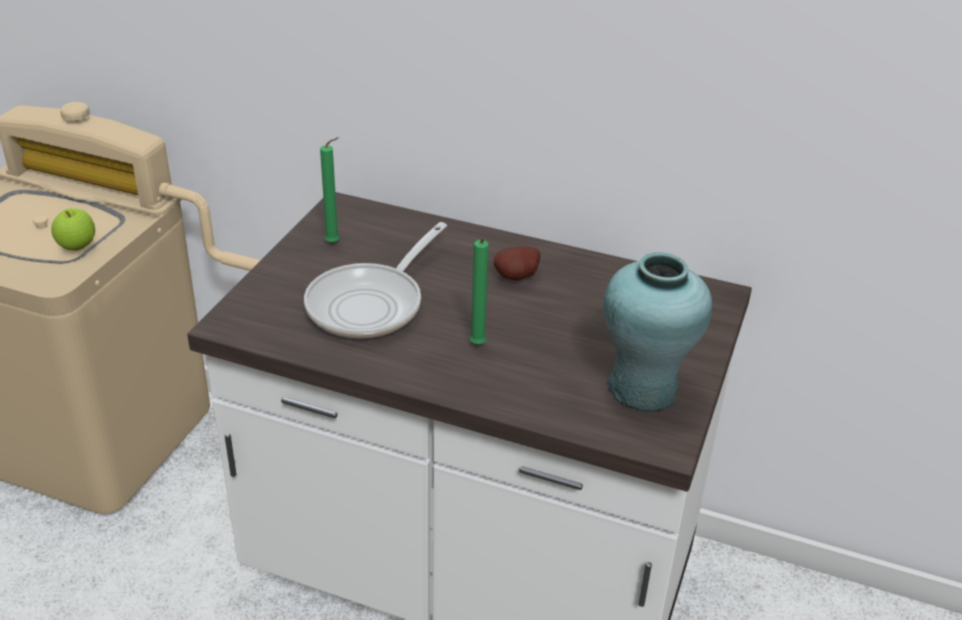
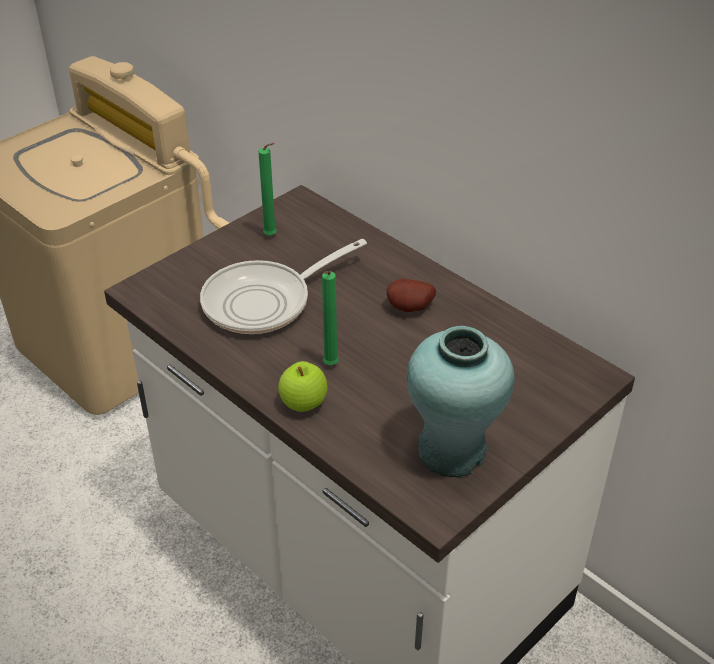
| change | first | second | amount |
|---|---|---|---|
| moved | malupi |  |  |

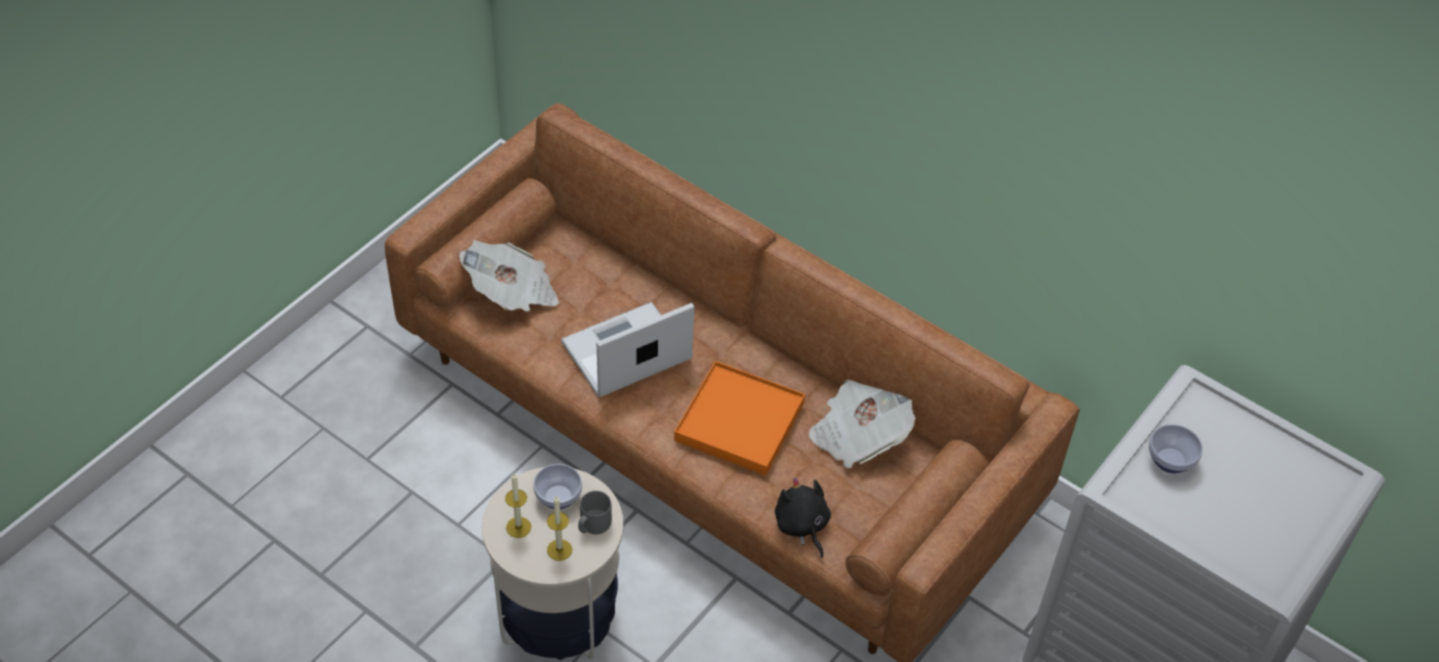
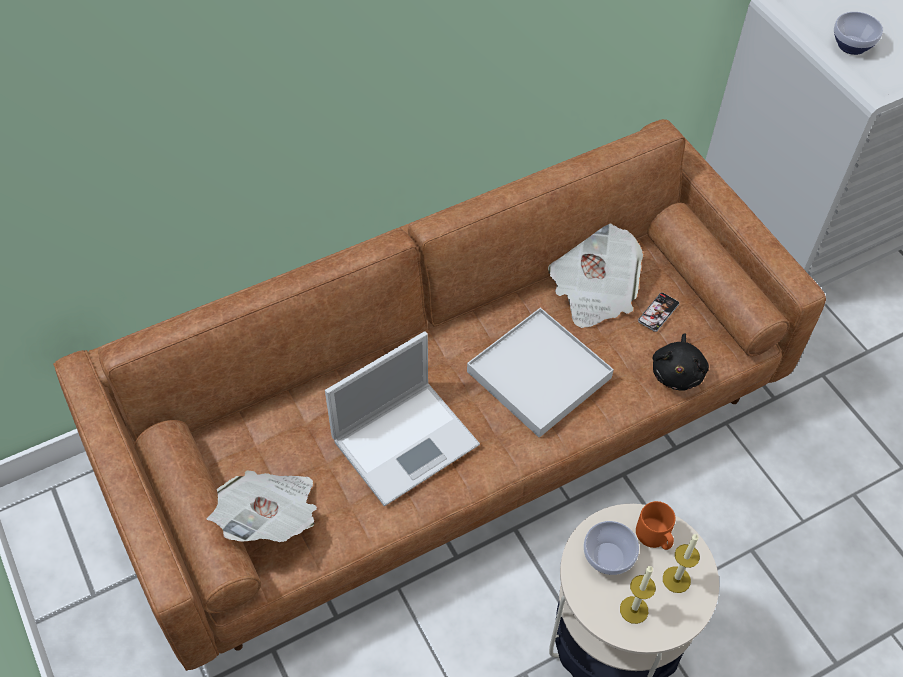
| change | first | second | amount |
|---|---|---|---|
| added |  | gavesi |  |
| recoloured | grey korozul | orange korozul |  |
| recoloured | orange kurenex | white kurenex |  |
| turned | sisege |  | 120 degrees counterclockwise |
| turned | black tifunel |  | 75 degrees counterclockwise |

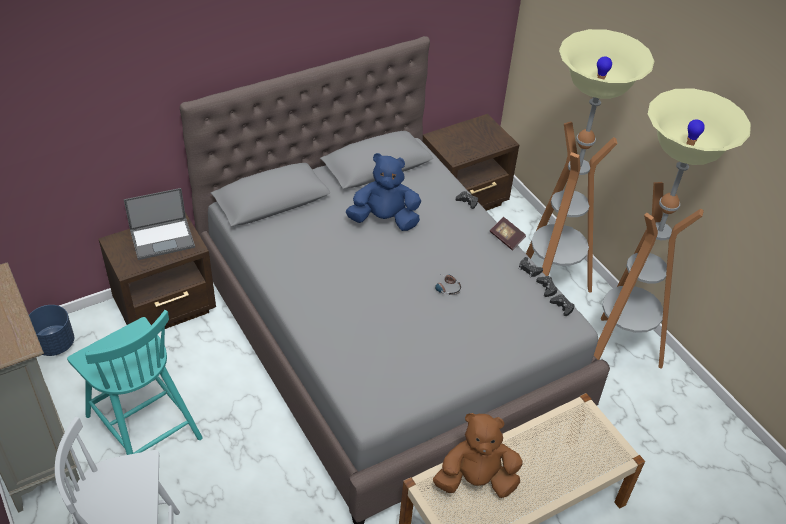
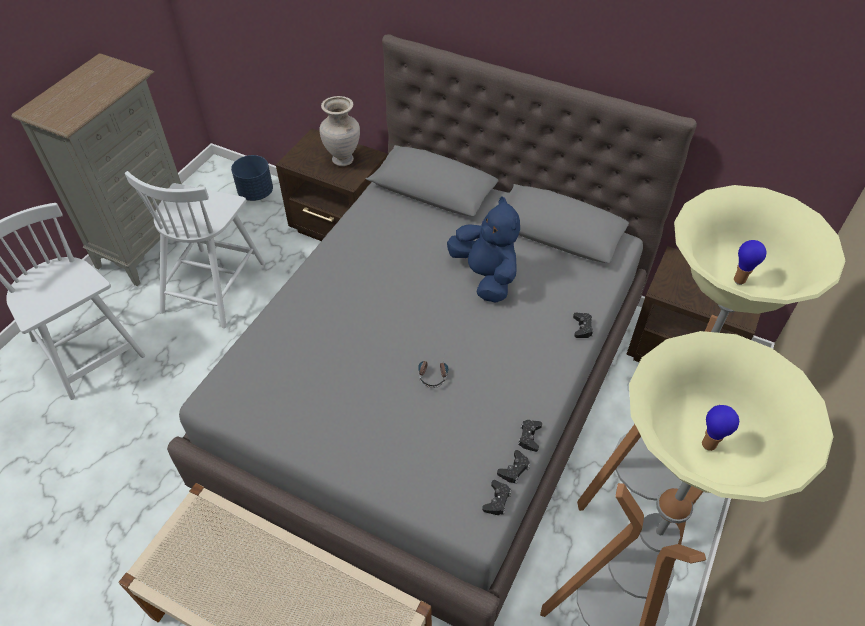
| change | first | second | amount |
|---|---|---|---|
| removed | brown tifunel |  |  |
| removed | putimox |  |  |
| replaced | sisege | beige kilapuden |  |
| recoloured | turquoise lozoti | white lozoti (2nd from left) |  |

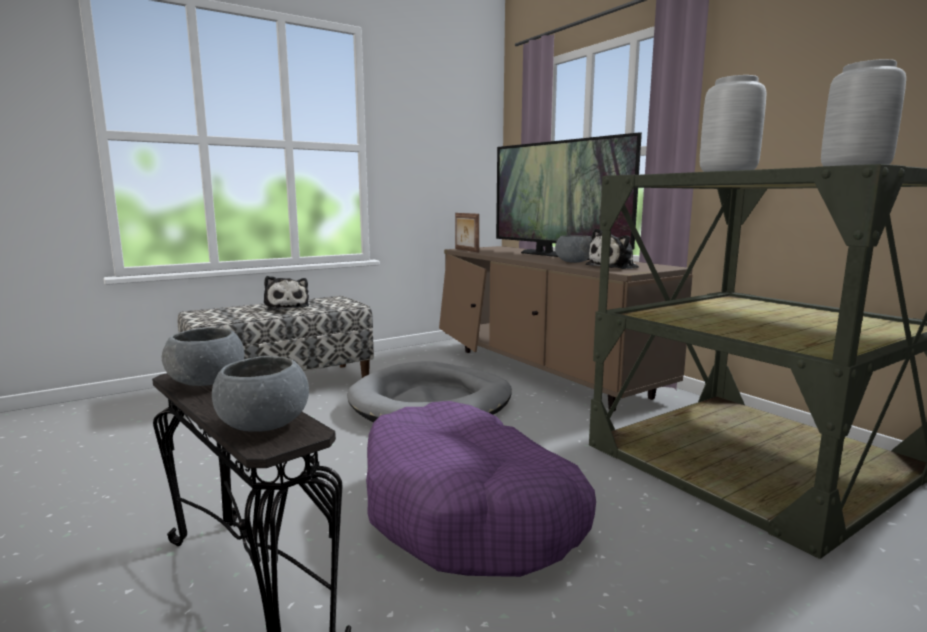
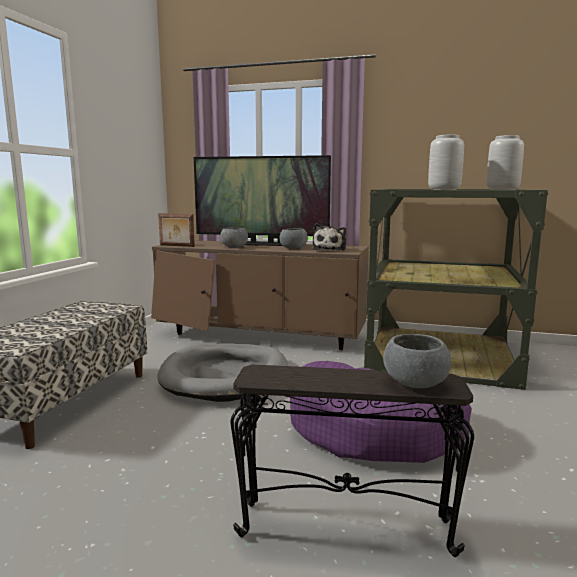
| change | first | second | amount |
|---|---|---|---|
| removed | tifunel (1st from left) |  |  |
| moved | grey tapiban (1st from left) |  |  |

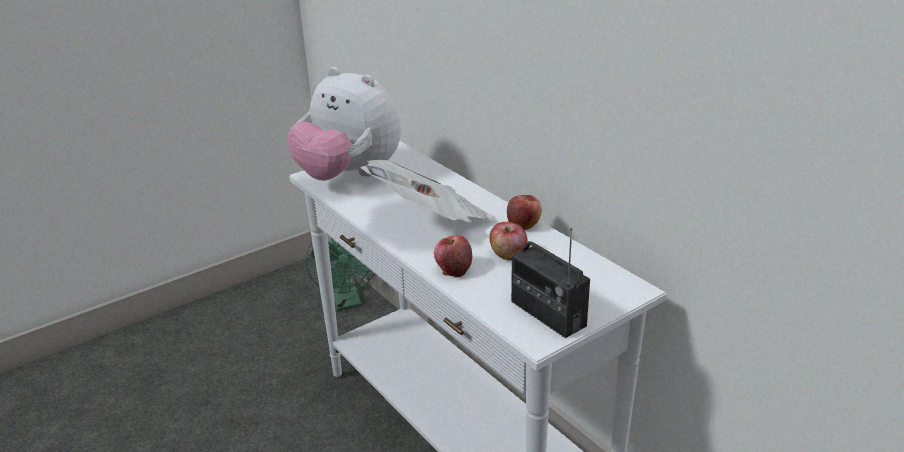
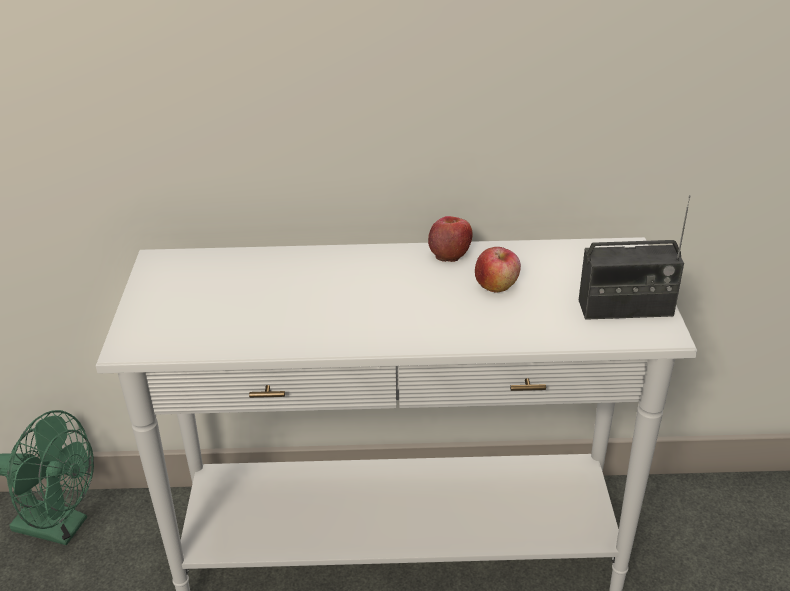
| change | first | second | amount |
|---|---|---|---|
| removed | tifunel |  |  |
| removed | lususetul |  |  |
| removed | malupi (1st from left) |  |  |

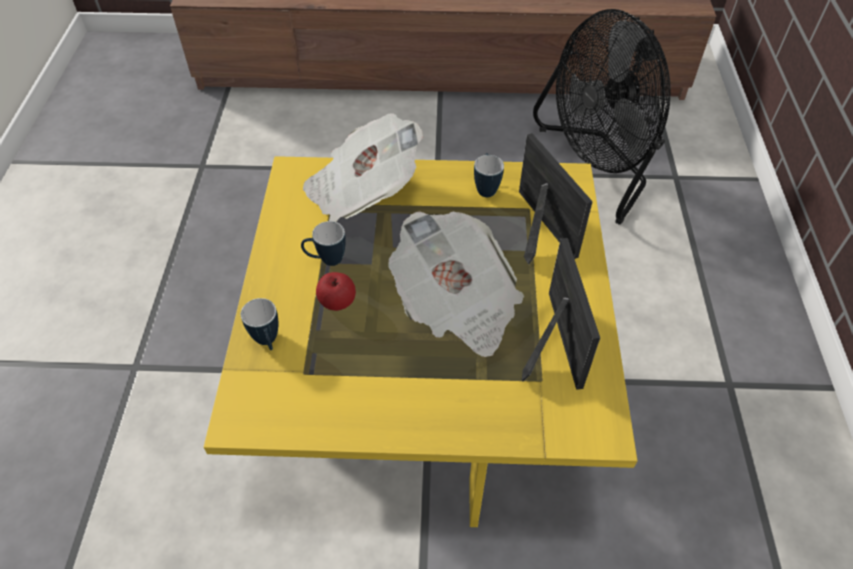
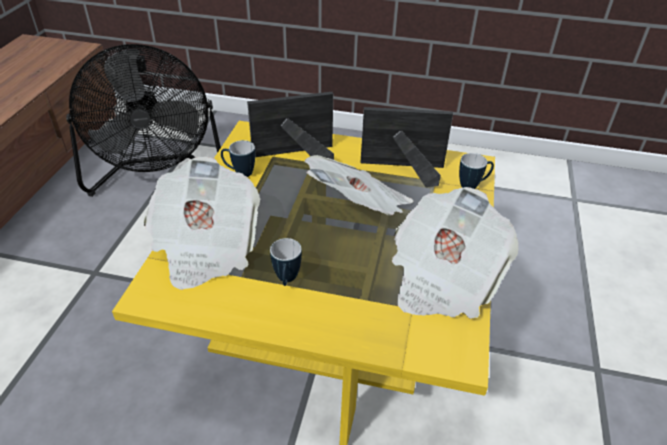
| change | first | second | amount |
|---|---|---|---|
| removed | malupi |  |  |
| added |  | lususetul (3rd from left) |  |
| moved | korozul (1st from left in the first image) | korozul (3rd from left) |  |

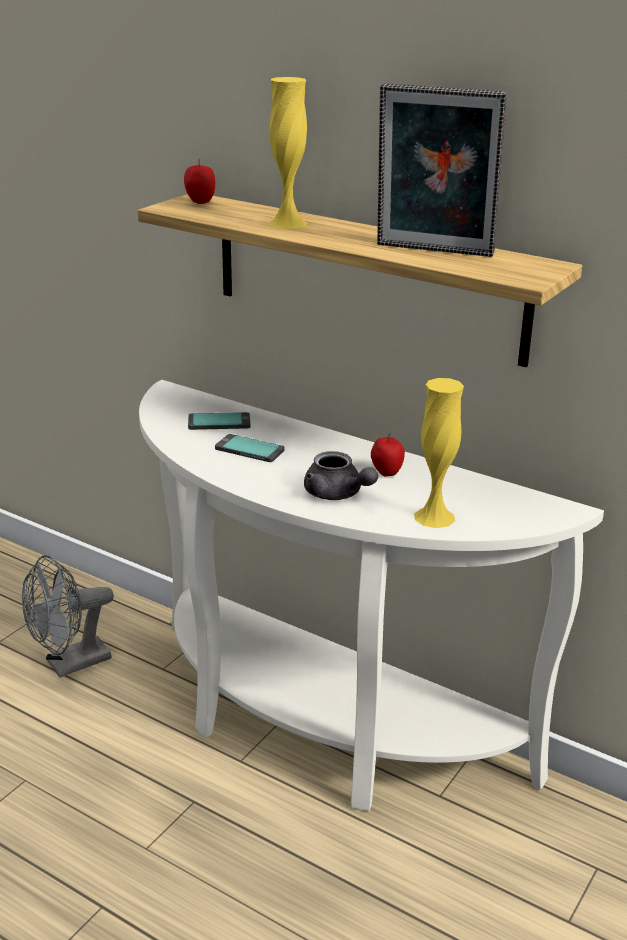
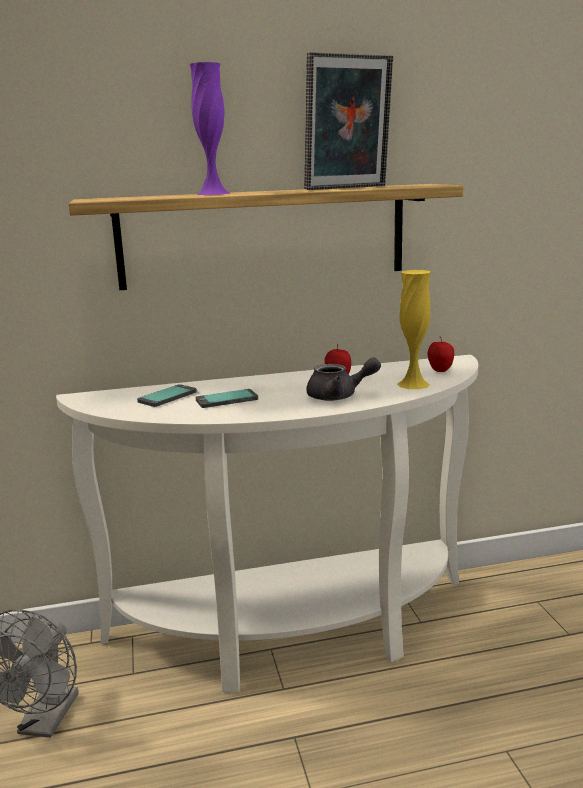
| change | first | second | amount |
|---|---|---|---|
| moved | malupi (1st from left in the first image) | malupi (2nd from left) |  |
| recoloured | yellow kilapuden (1st from left) | purple kilapuden |  |

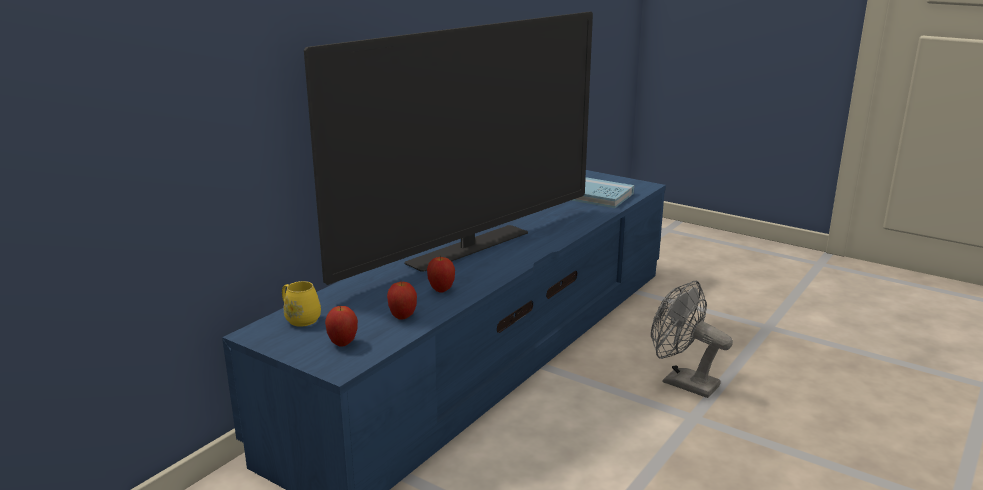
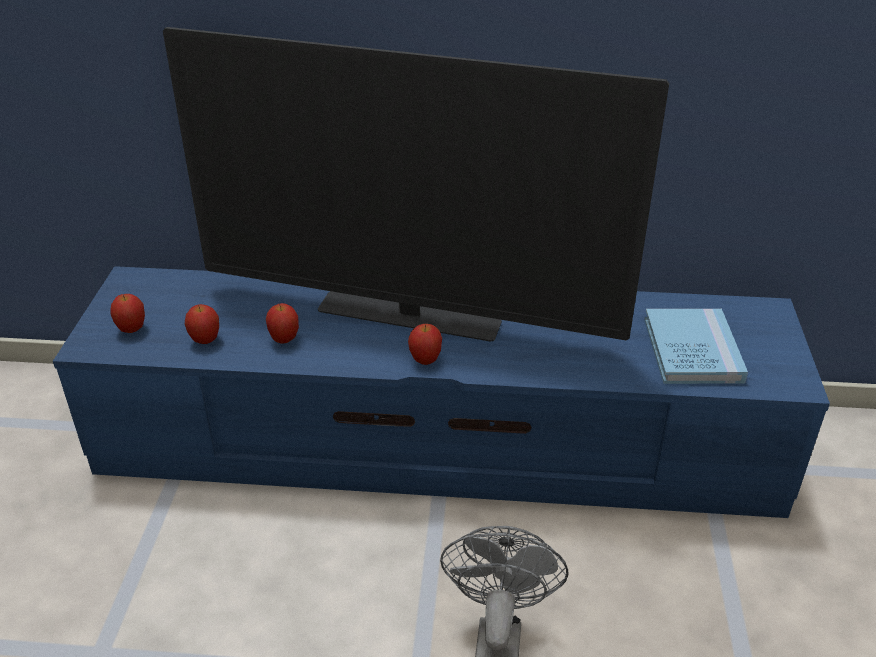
| change | first | second | amount |
|---|---|---|---|
| removed | yellow korozul |  |  |
| added |  | malupi (4th from left) |  |

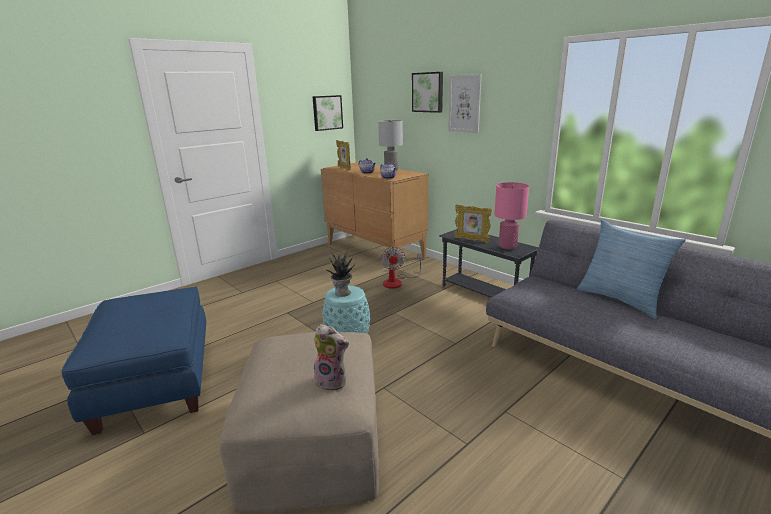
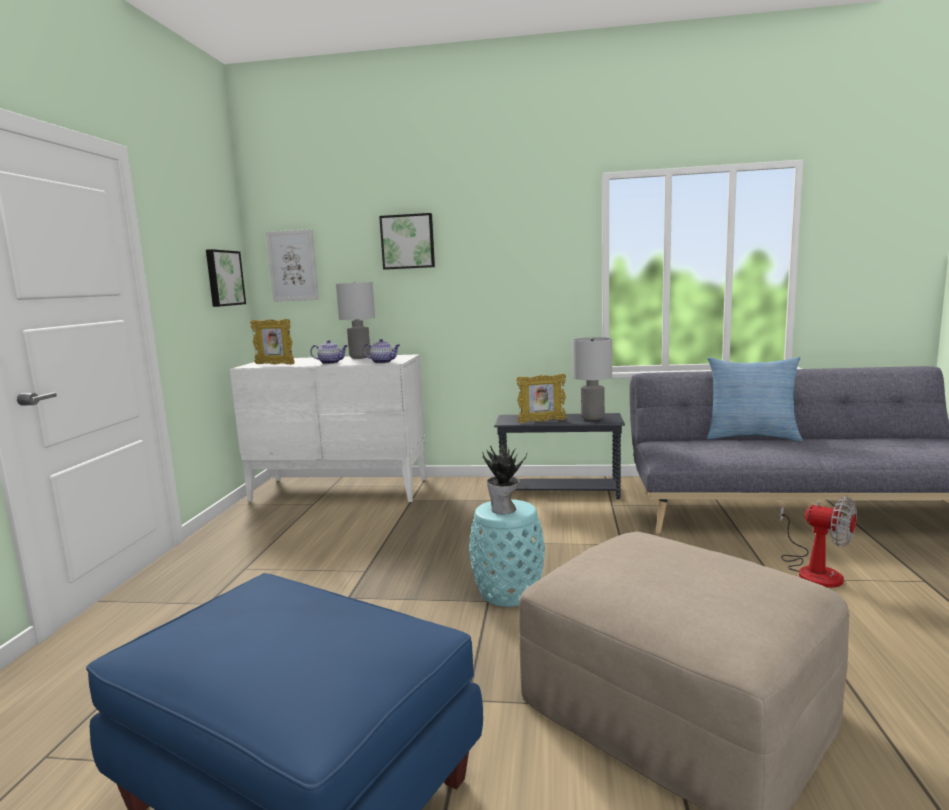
| change | first | second | amount |
|---|---|---|---|
| removed | tifunel |  |  |
| moved | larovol |  |  |
| moved | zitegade (3rd from left in the first image) | zitegade (2nd from left) |  |
| recoloured | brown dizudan | white dizudan |  |
| recoloured | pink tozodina | grey tozodina (2nd from left) |  |

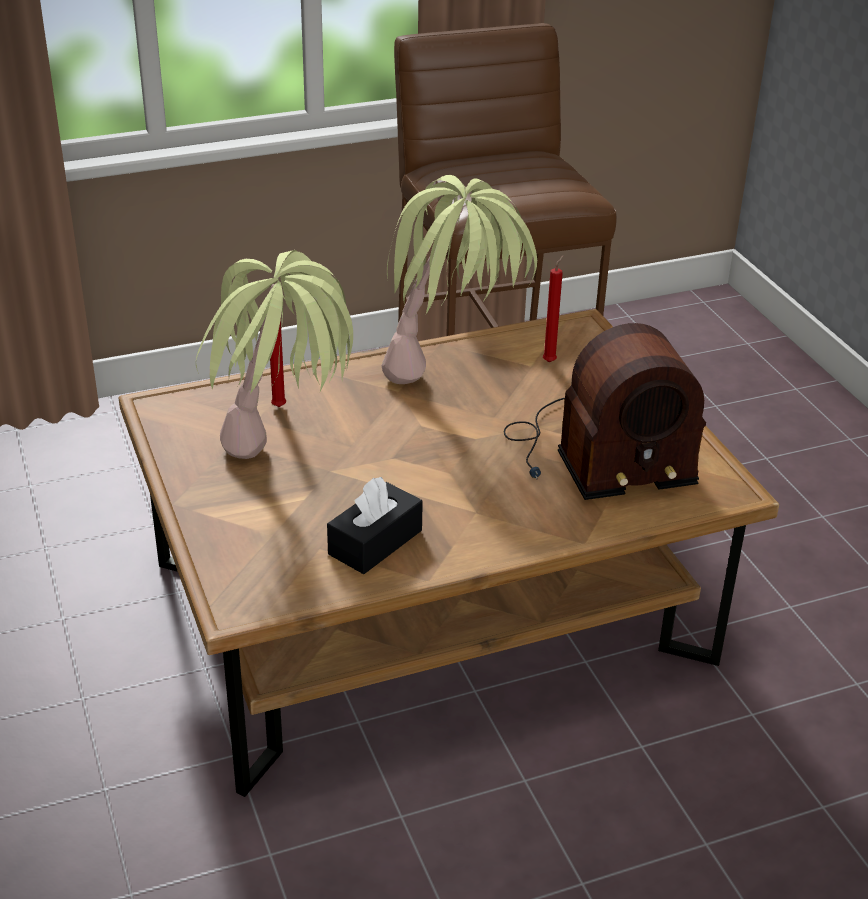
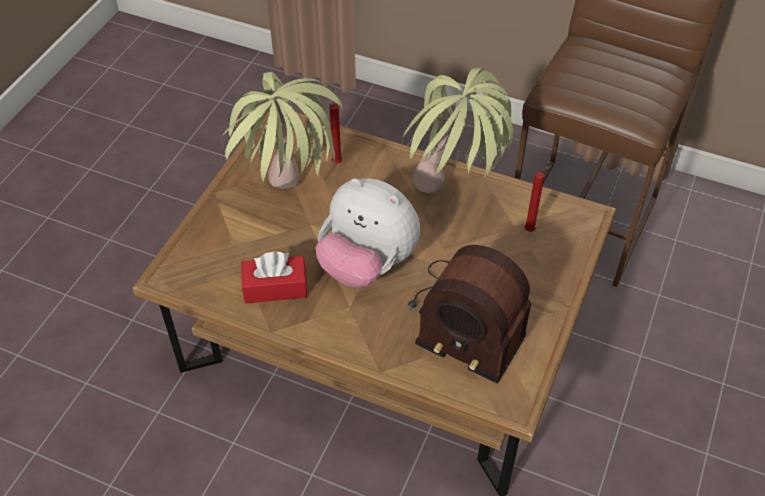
| change | first | second | amount |
|---|---|---|---|
| added |  | tifunel |  |
| recoloured | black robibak | red robibak |  |

